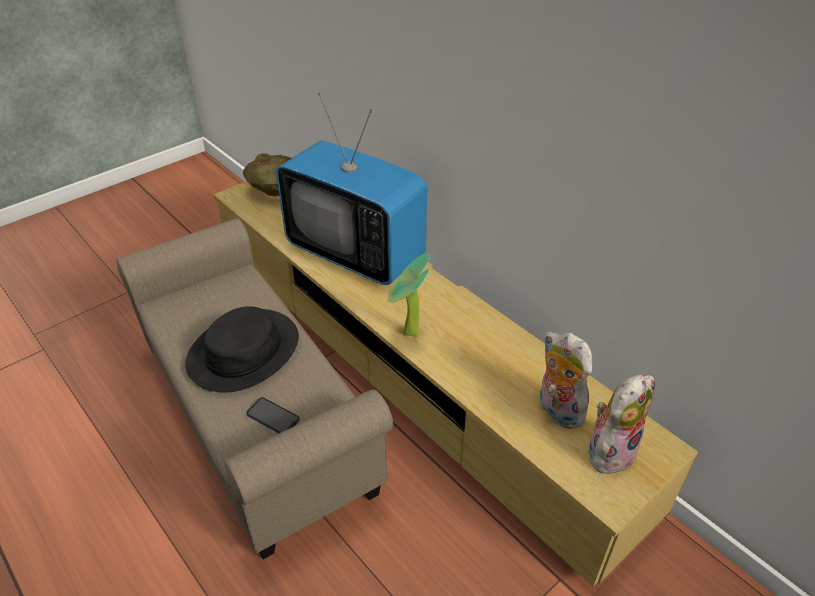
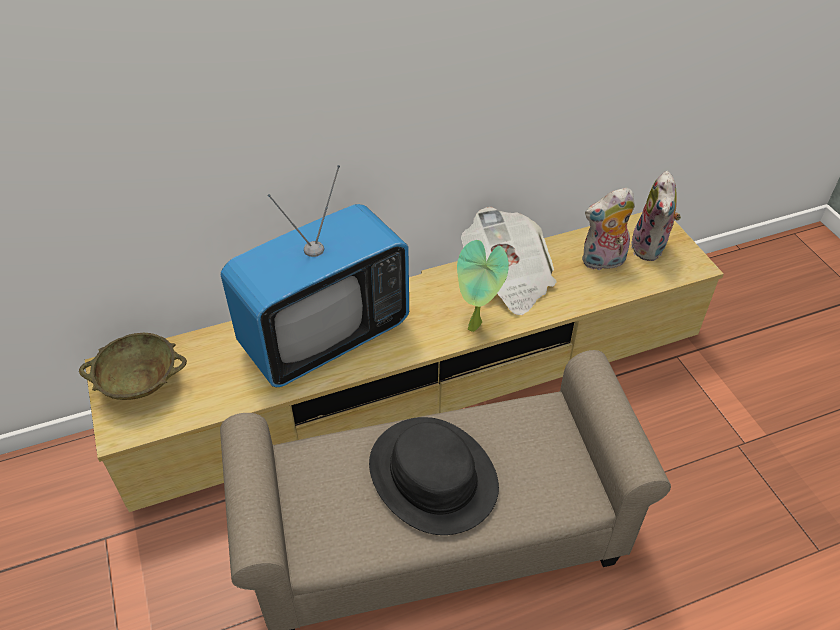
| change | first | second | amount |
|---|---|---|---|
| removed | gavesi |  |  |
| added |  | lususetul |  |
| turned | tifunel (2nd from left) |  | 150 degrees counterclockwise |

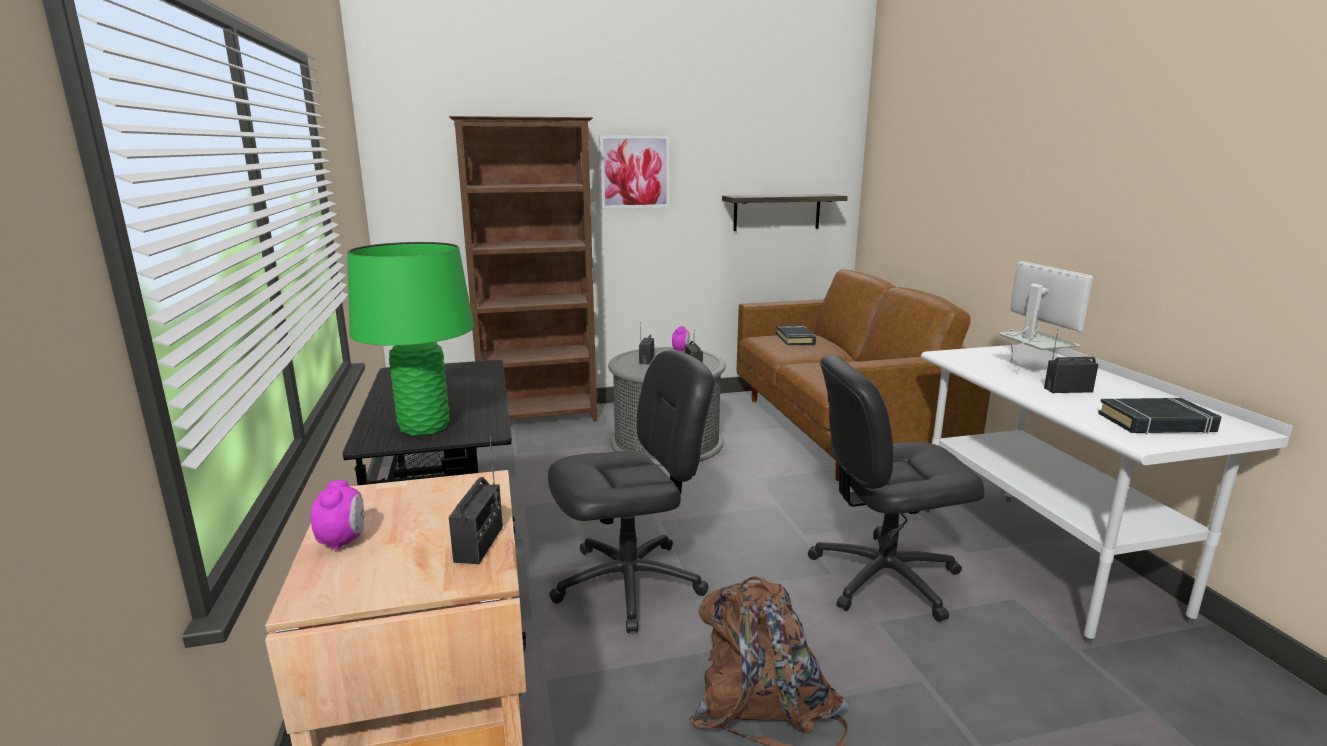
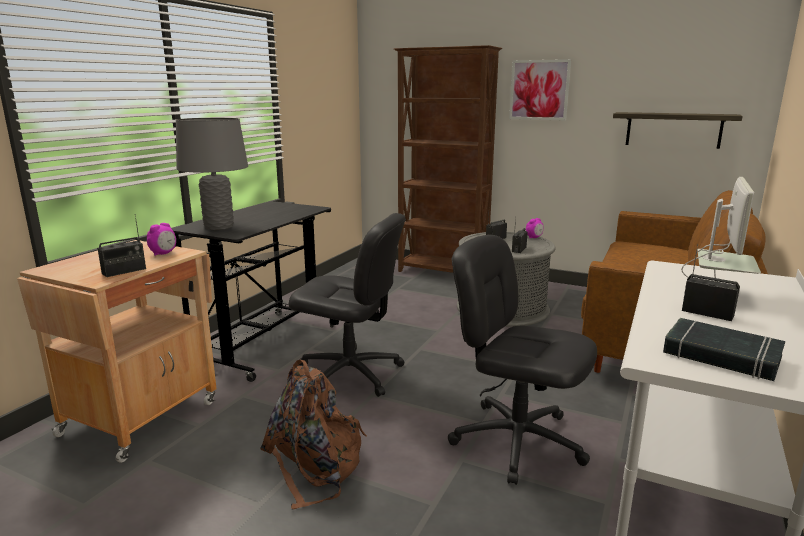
| change | first | second | amount |
|---|---|---|---|
| removed | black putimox (1st from left) |  |  |
| moved | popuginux (1st from left) |  |  |
| recoloured | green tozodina | grey tozodina |  |

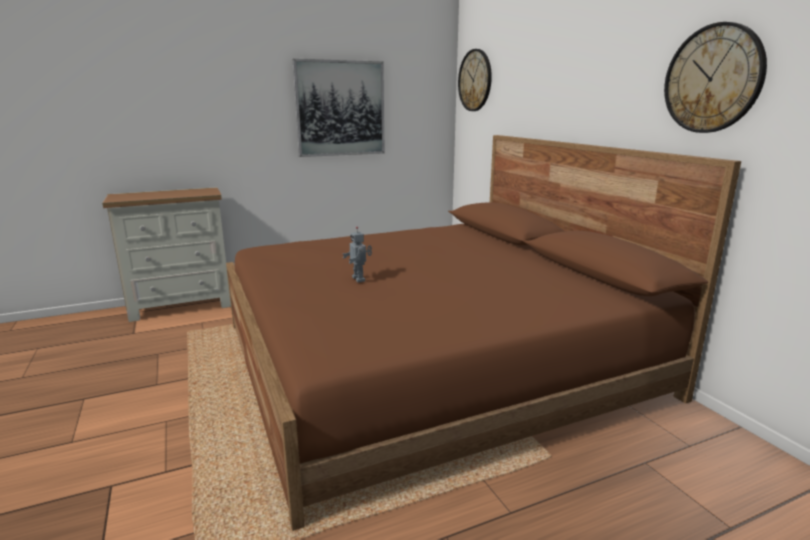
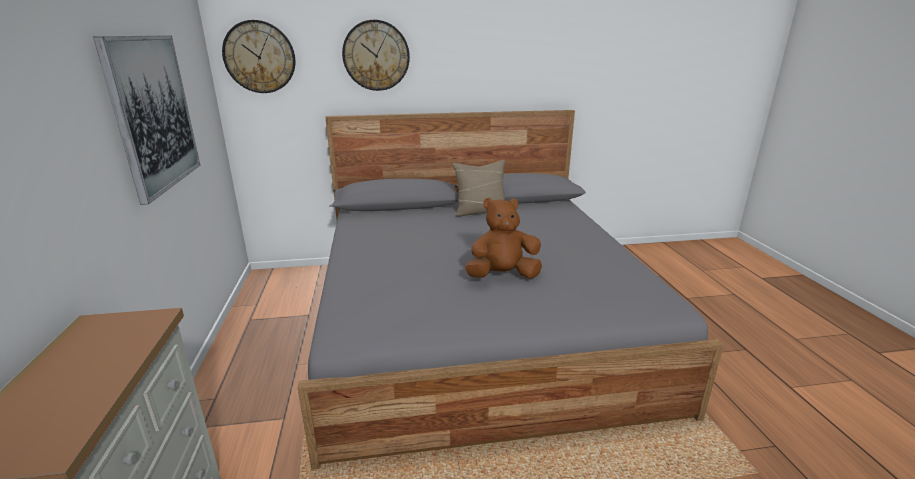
| change | first | second | amount |
|---|---|---|---|
| added |  | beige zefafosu |  |
| moved | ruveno (2nd from left) |  |  |
| replaced | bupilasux | brown tifunel |  |
| recoloured | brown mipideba | grey mipideba |  |

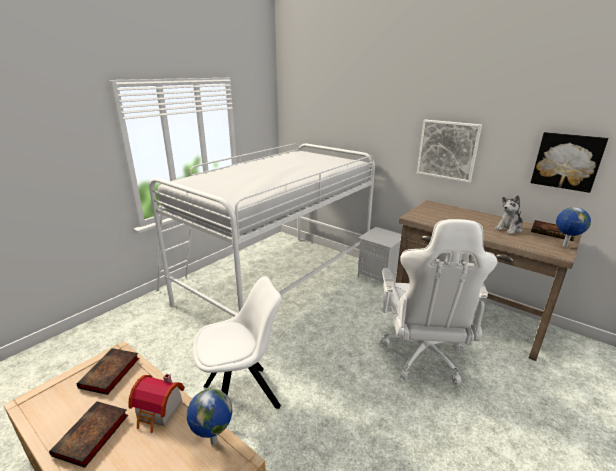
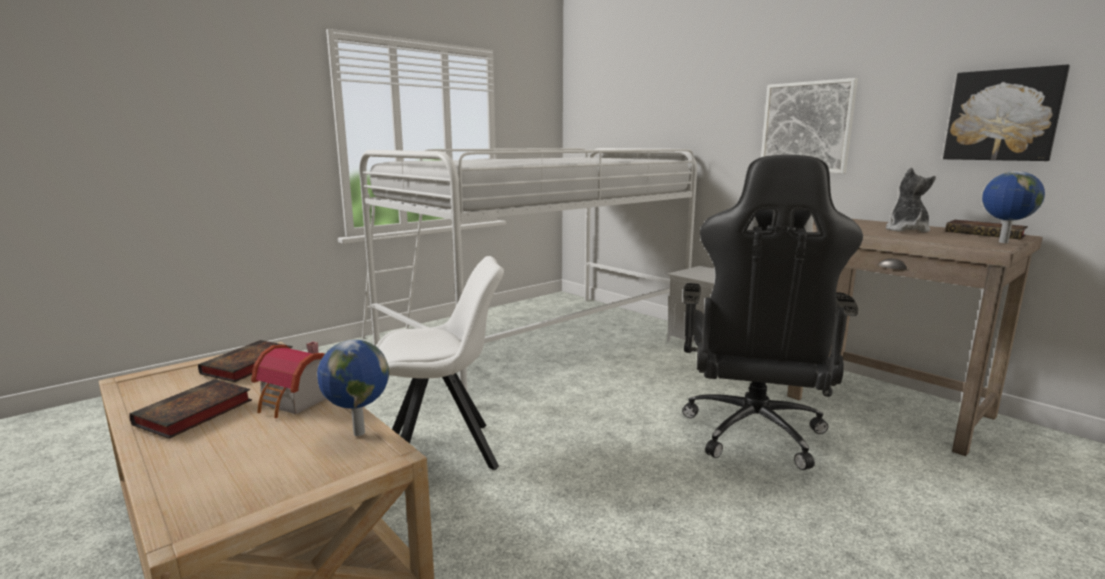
| change | first | second | amount |
|---|---|---|---|
| recoloured | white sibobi | black sibobi |  |
| turned | tifunel |  | 135 degrees clockwise |

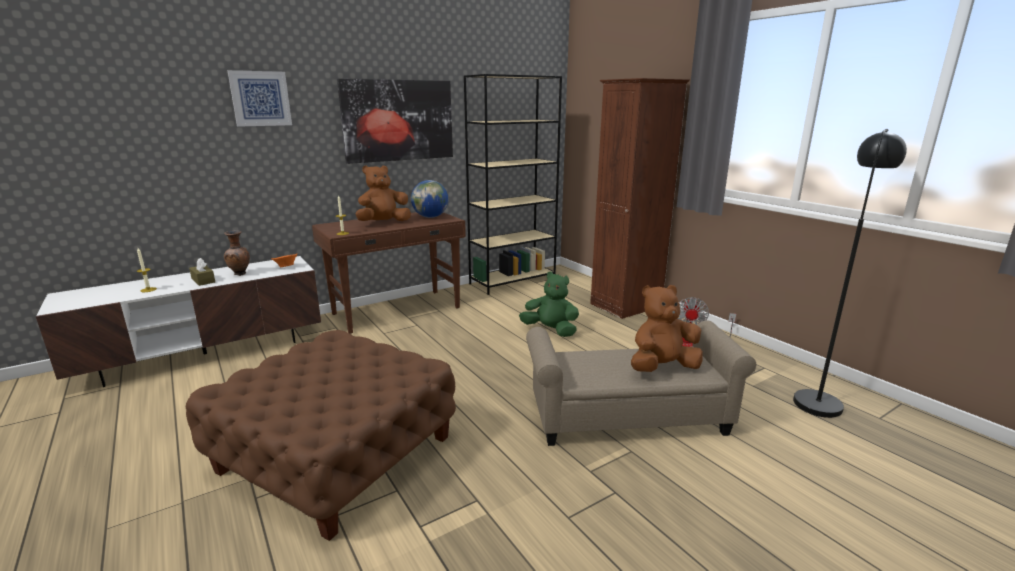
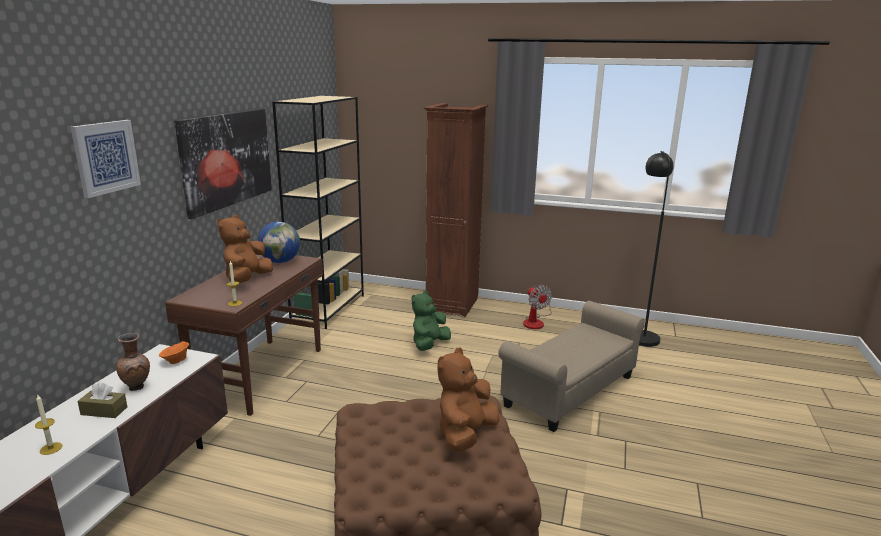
| change | first | second | amount |
|---|---|---|---|
| moved | brown tifunel (2nd from left) |  |  |
| turned | green tifunel |  | 45 degrees counterclockwise |

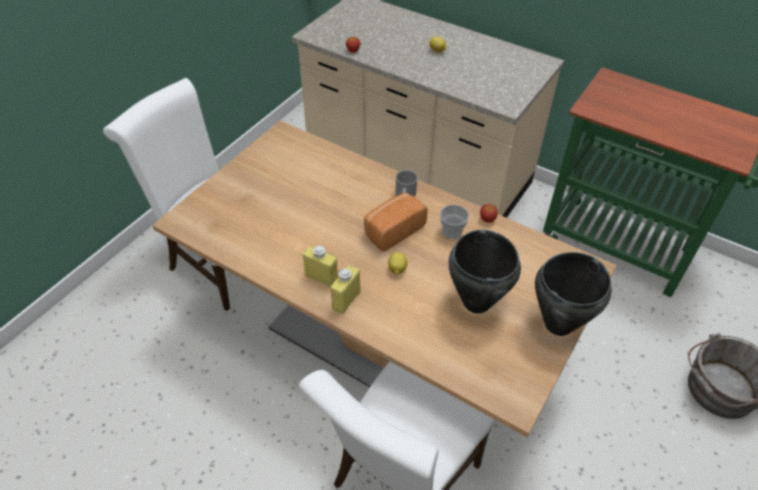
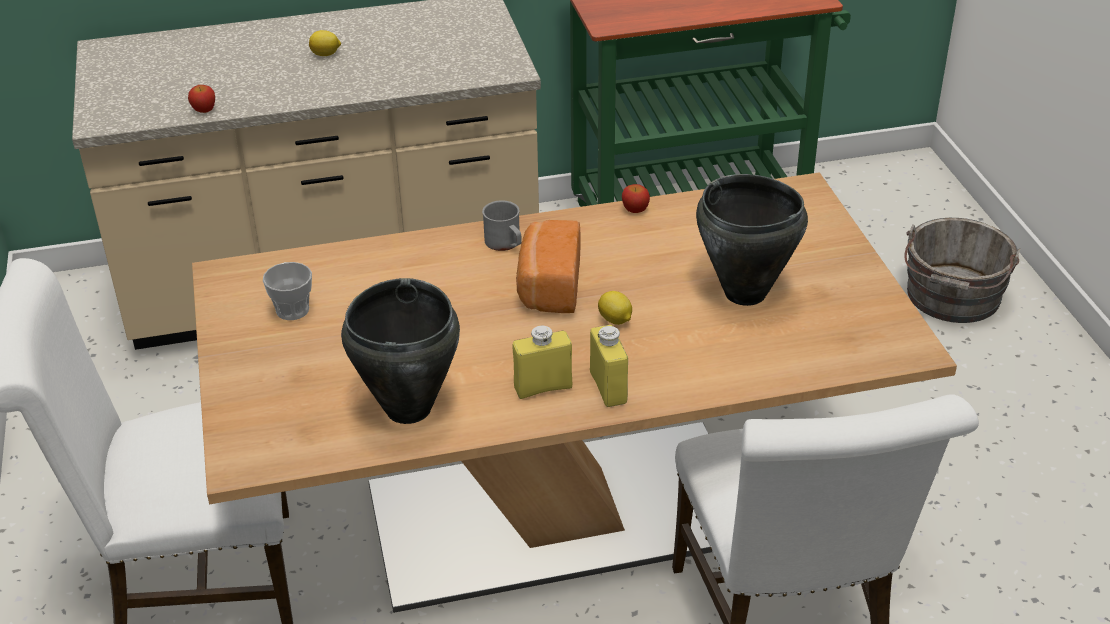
| change | first | second | amount |
|---|---|---|---|
| moved | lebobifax |  |  |
| moved | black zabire (2nd from left in the first image) | black zabire (1st from left) |  |

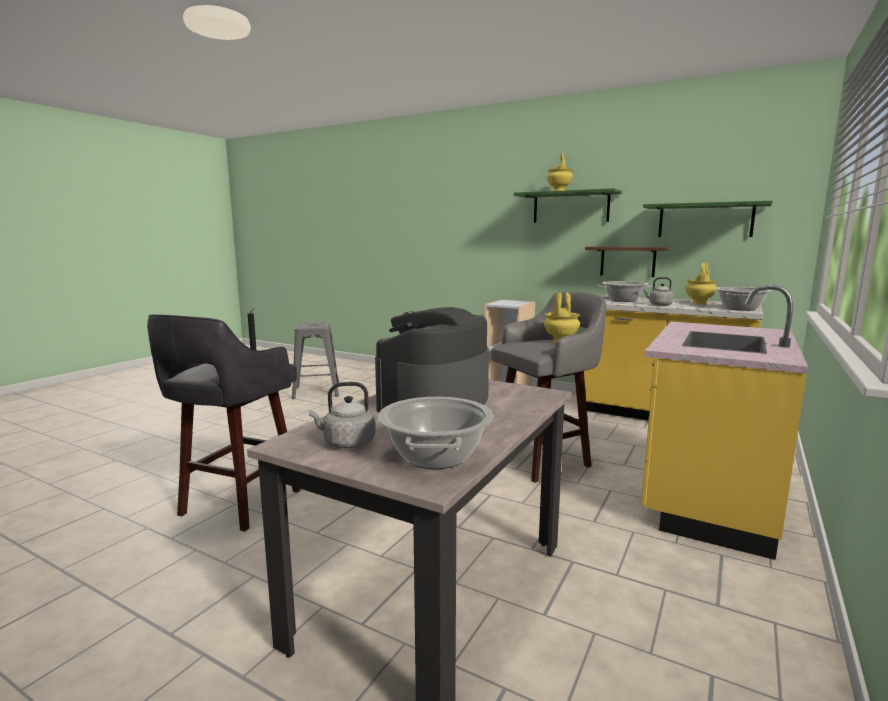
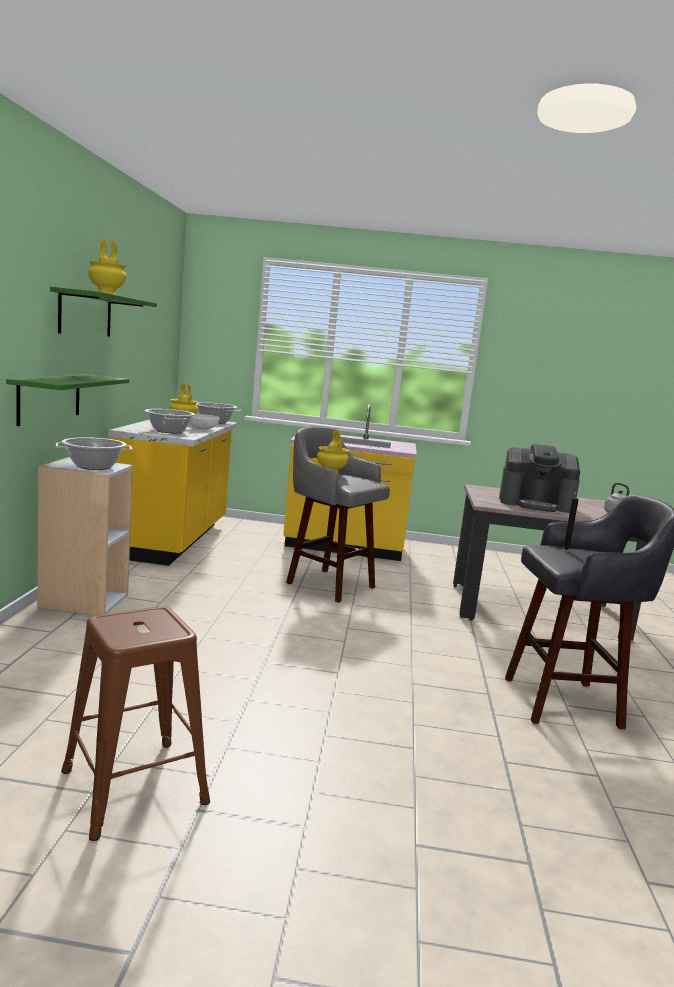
| change | first | second | amount |
|---|---|---|---|
| removed | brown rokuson |  |  |
| moved | zabire (1st from left) |  |  |
| moved | green rokuson (2nd from left in the first image) | green rokuson (1st from left) |  |
| replaced | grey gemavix (2nd from left) | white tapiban |  |
| recoloured | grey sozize (2nd from left) | brown sozize |  |

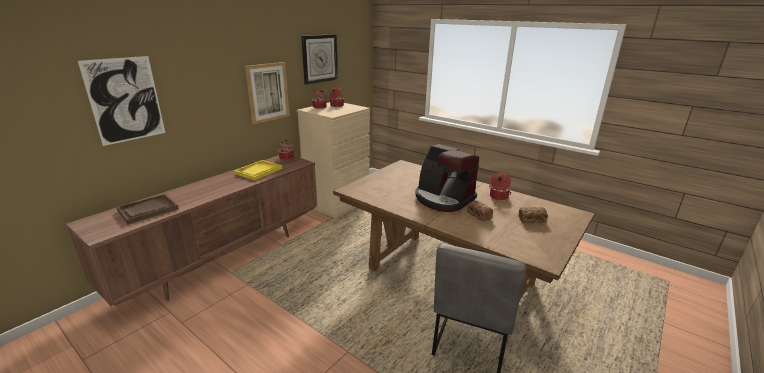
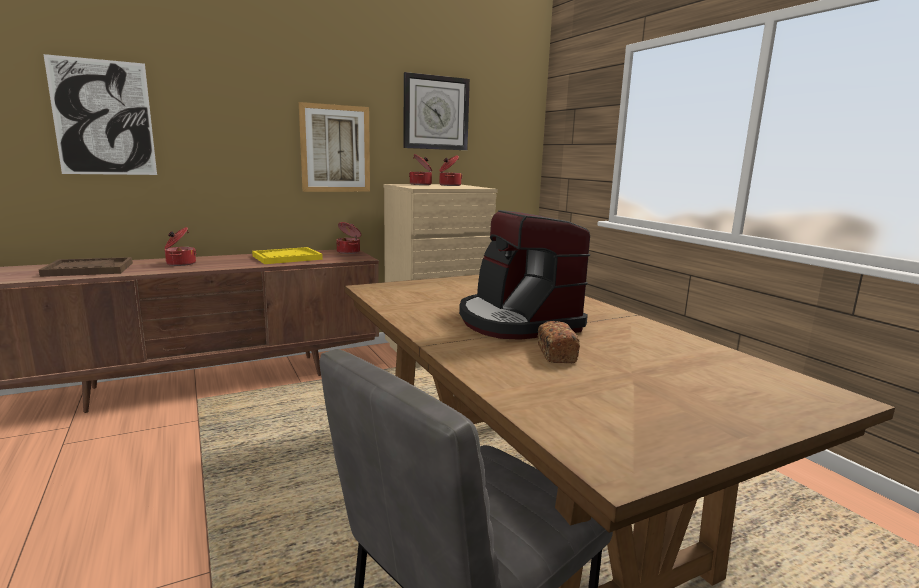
| change | first | second | amount |
|---|---|---|---|
| removed | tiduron (2nd from left) |  |  |
| moved | zabire (4th from left in the first image) | zabire (1st from left) |  |

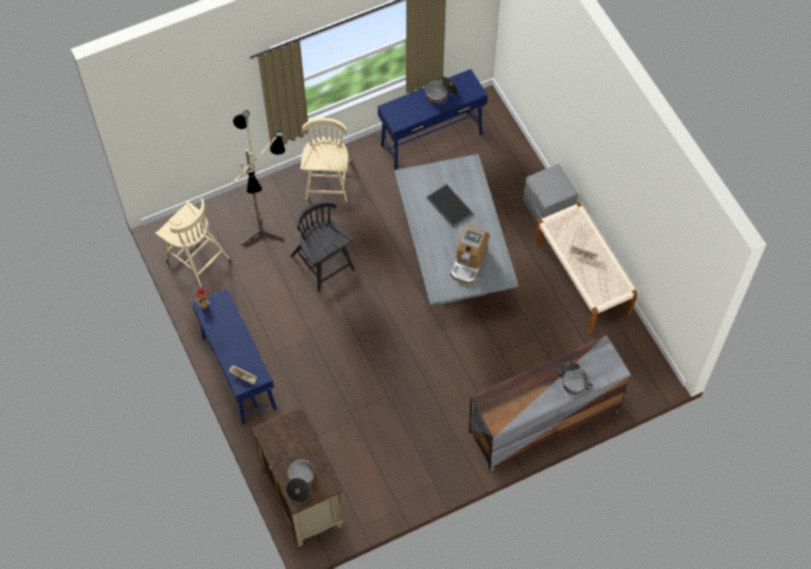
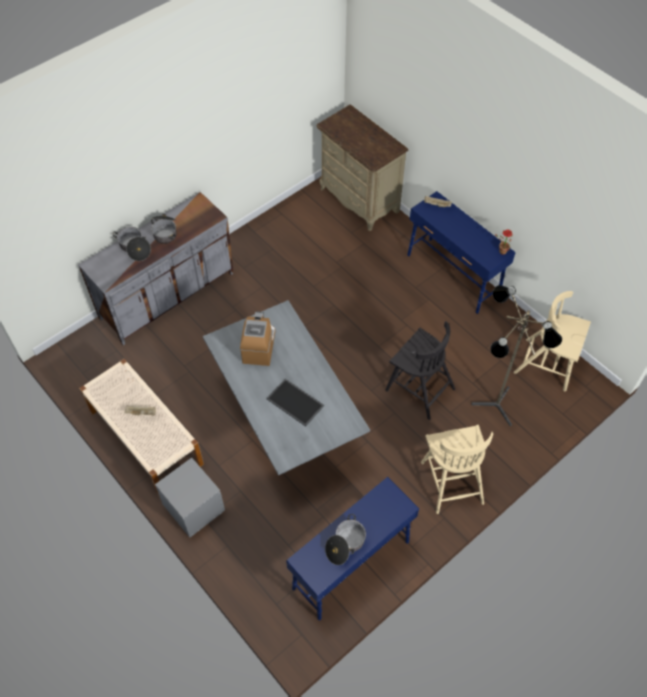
| change | first | second | amount |
|---|---|---|---|
| moved | zabire (1st from left in the first image) | zabire (2nd from left) |  |

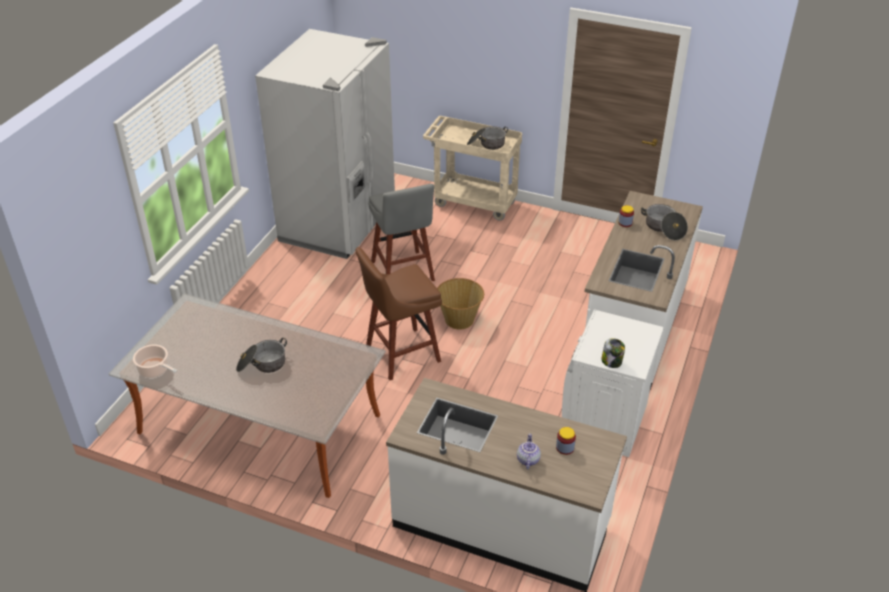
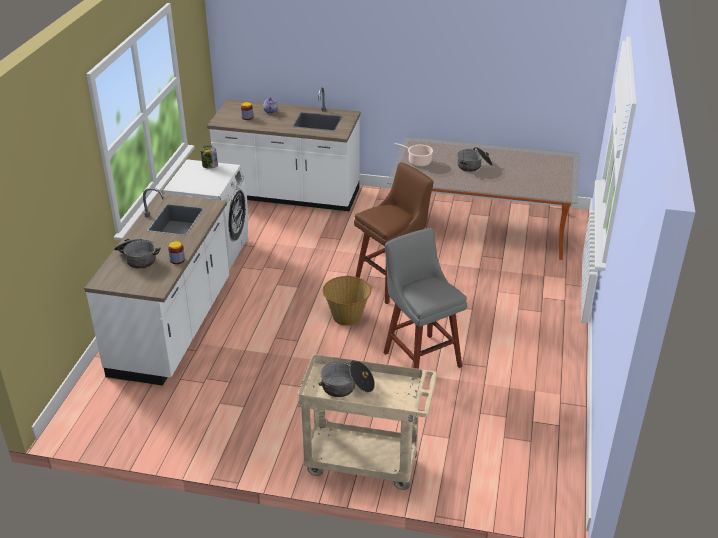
| change | first | second | amount |
|---|---|---|---|
| removed | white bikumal |  |  |
| moved | zabire (1st from left in the first image) | zabire (3rd from left) |  |

